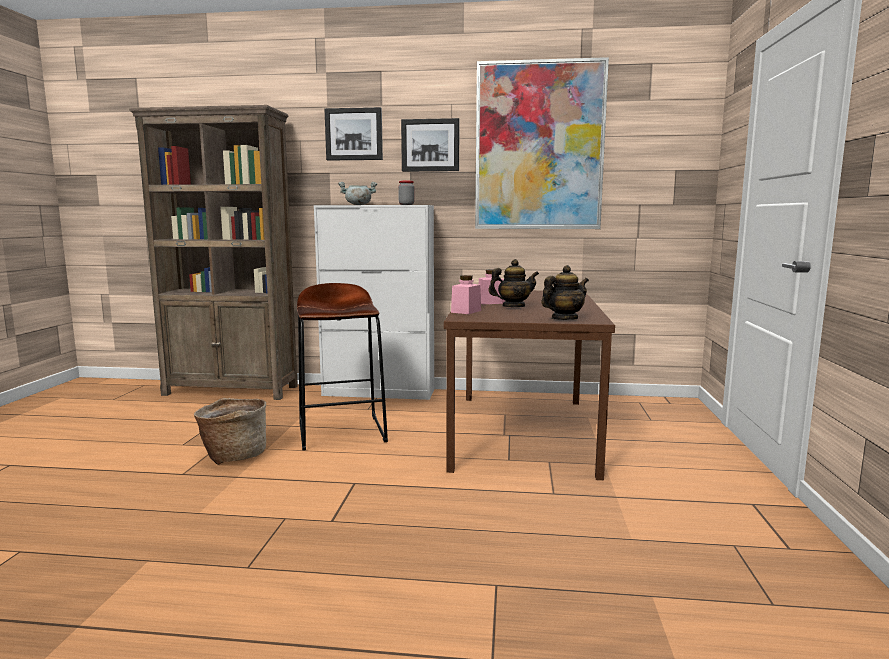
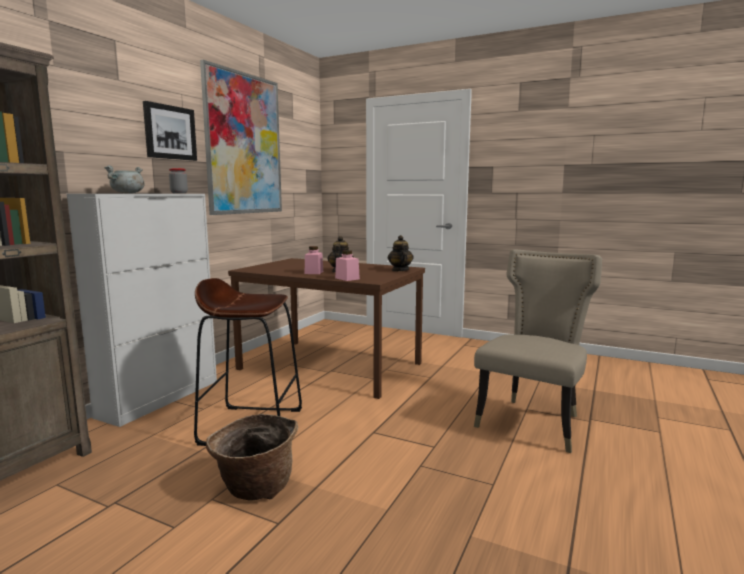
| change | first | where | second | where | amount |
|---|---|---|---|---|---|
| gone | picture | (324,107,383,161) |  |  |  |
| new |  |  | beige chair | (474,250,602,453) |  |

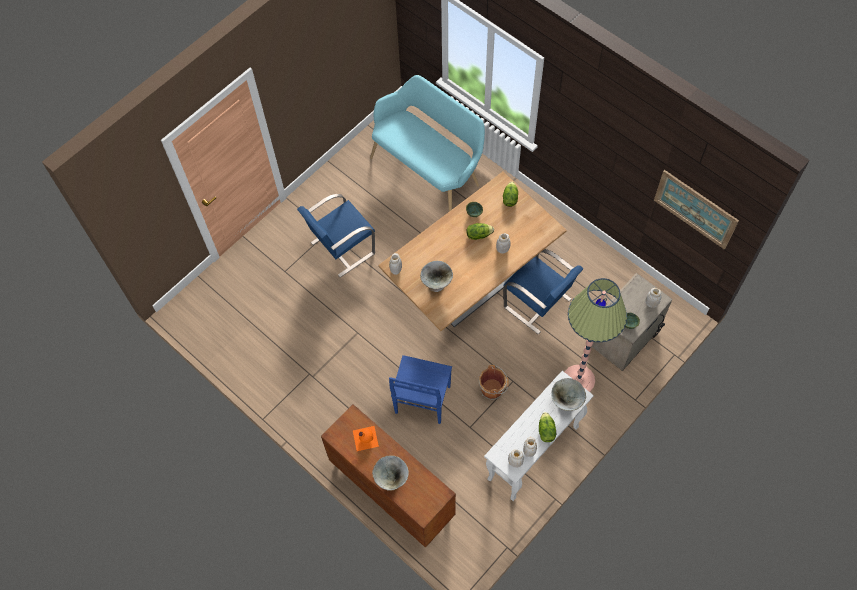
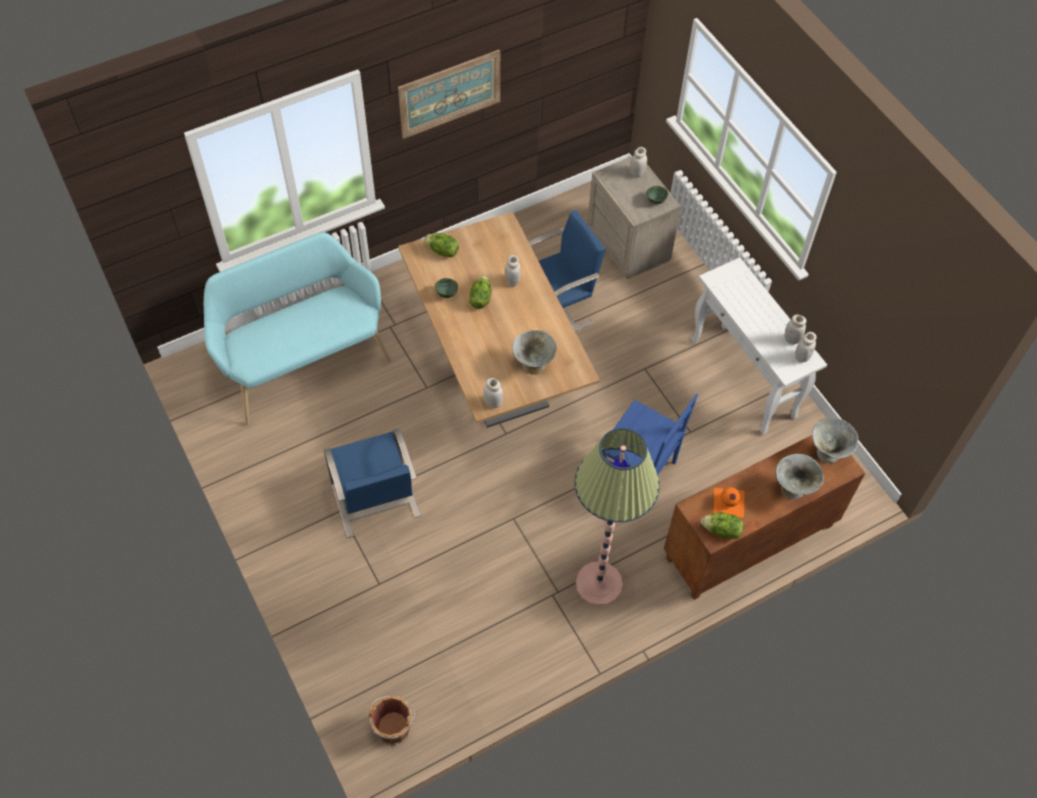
| change | first | where | second | where | amount |
|---|---|---|---|---|---|
| shifted | brown bucket | (479,365,509,400) |  | (369,695,415,745) |  |
| shifted | lettuce | (539,412,556,442) |  | (701,513,743,539) |  |
| shifted | grey bowl | (551,378,586,411) |  | (812,418,858,463) |  |
| shifted | floor lamp | (565,278,627,392) |  | (575,428,660,605) |  |
| shifted | picture | (654,170,739,250) |  | (398,50,500,139) |  |

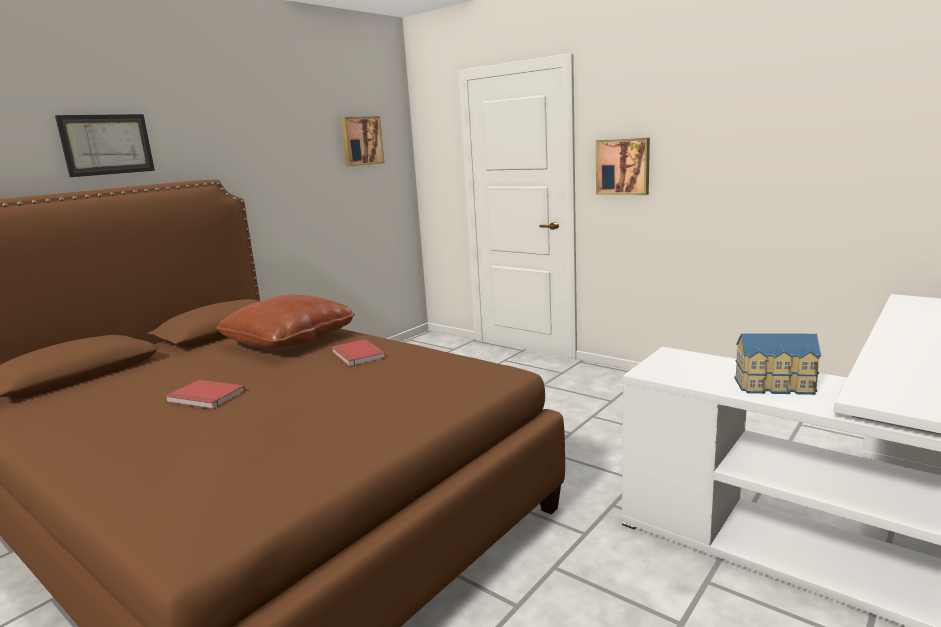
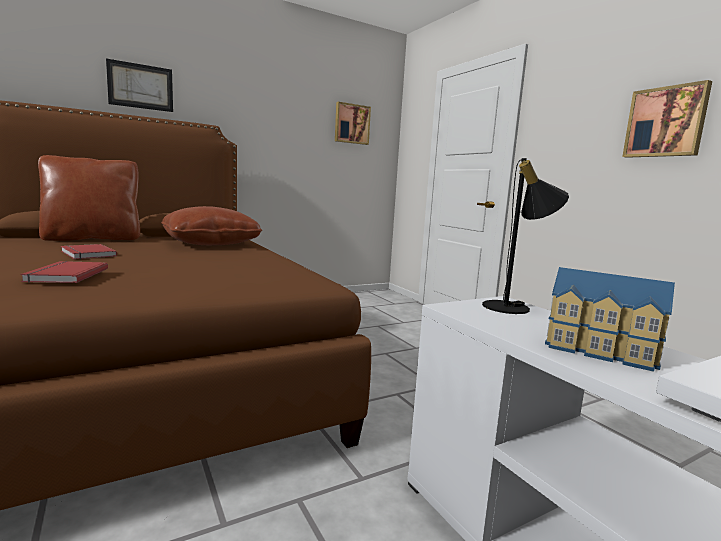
| change | first | where | second | where | amount |
|---|---|---|---|---|---|
| shifted | red book | (332,339,386,367) |  | (20,261,108,283) |  |
| shifted | picture | (596,138,650,195) |  | (622,80,712,158) |  |
| new |  |  | brown pillow | (38,155,140,241) |  |
| new |  |  | black table lamp | (482,158,569,314) |  |

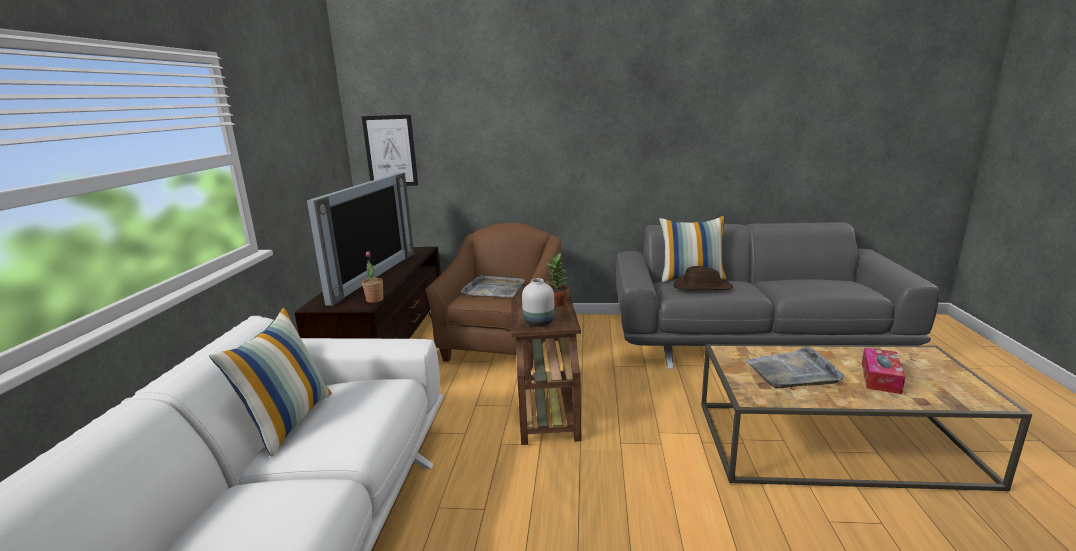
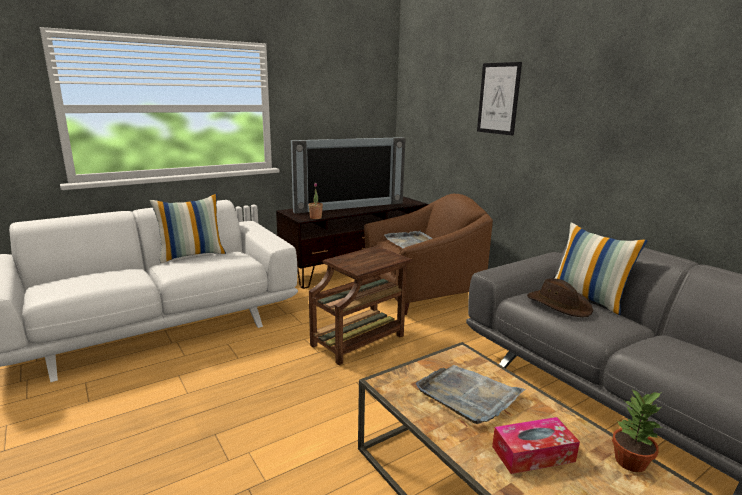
| change | first | where | second | where | amount |
|---|---|---|---|---|---|
| shifted | picture | (362,115,418,186) |  | (477,62,522,136) |  |
| gone | white vase | (522,278,555,327) |  |  |  |
| shifted | potted plant | (544,252,569,306) |  | (612,389,663,473) |  |

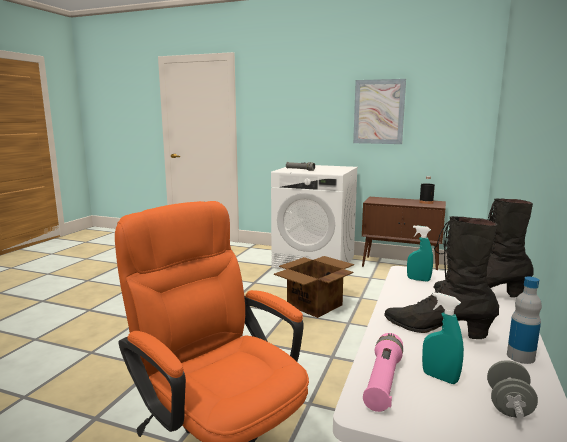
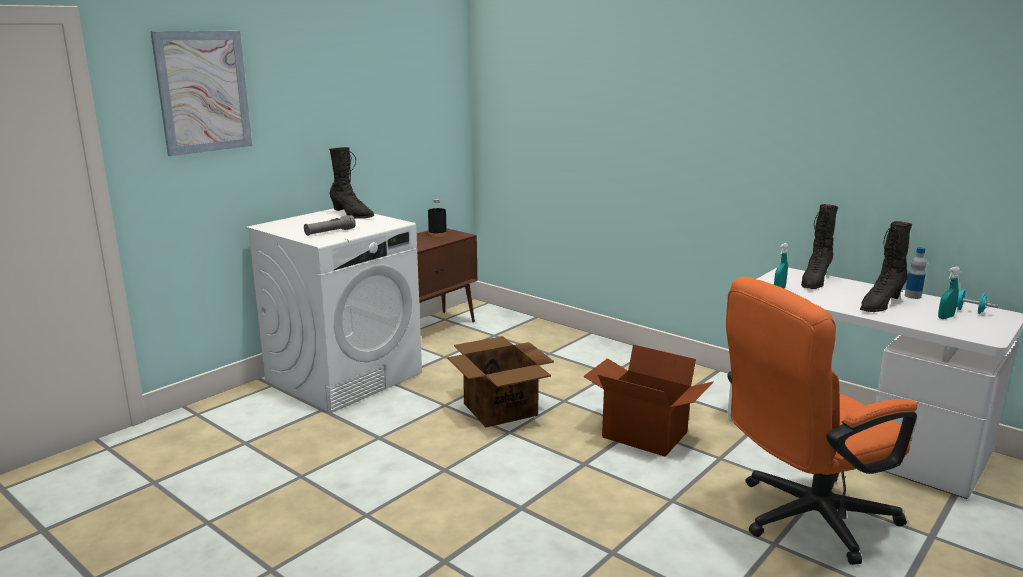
| change | first | where | second | where | amount |
|---|---|---|---|---|---|
| shifted | picture | (353,79,406,144) |  | (150,31,252,156) |  |
| gone | pink flashlight | (363,333,403,412) |  |  |  |
| repainted | grey dumbbell | (487,360,538,419) | turquoise dumbbell | (956,290,998,314) |  |
| new |  |  | black boot | (329,147,374,219) |  |
| new |  |  | cardboard box | (583,345,714,457) |  |

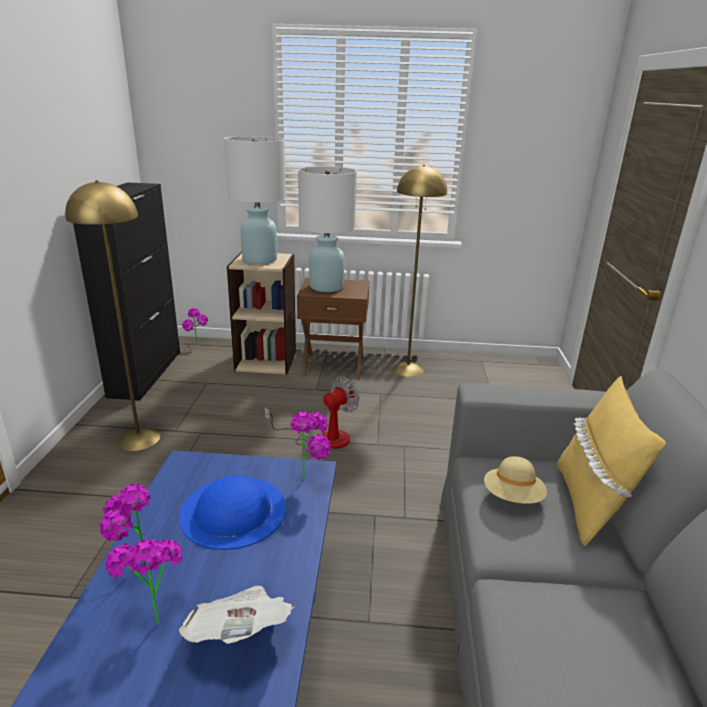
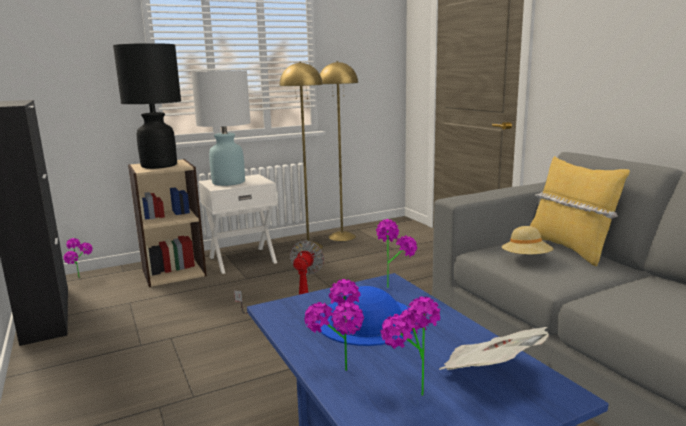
| change | first | where | second | where | amount |
|---|---|---|---|---|---|
| shifted | yellow floor lamp | (65,180,160,451) |  | (320,61,358,241) |  |
| repainted | white table lamp | (224,136,286,264) | black table lamp | (113,43,181,169) |  |
| repainted | brown nightstand | (297,278,370,380) | white nightstand | (198,174,277,274) |  |

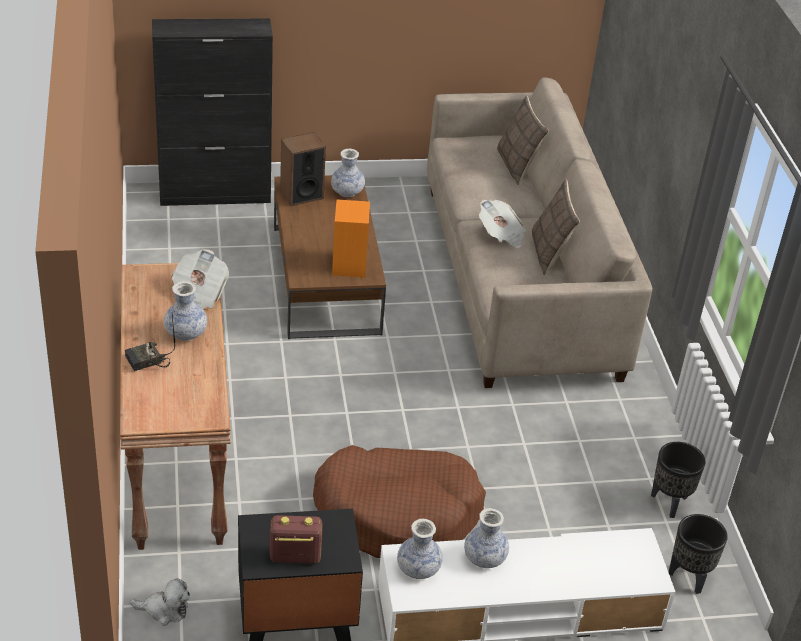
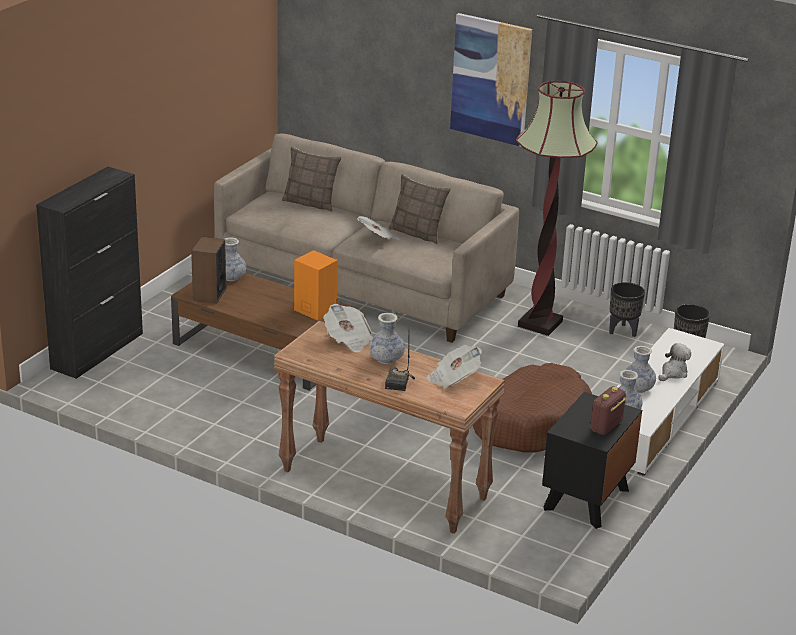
| change | first | where | second | where | amount |
|---|---|---|---|---|---|
| shifted | plush toy | (130,578,190,626) |  | (658,343,691,381) |  |
| new |  |  | newspaper | (427,345,482,389) |  |
| new |  |  | picture | (450,13,532,147) |  |
| new |  |  | floor lamp | (516,81,597,336) |  |

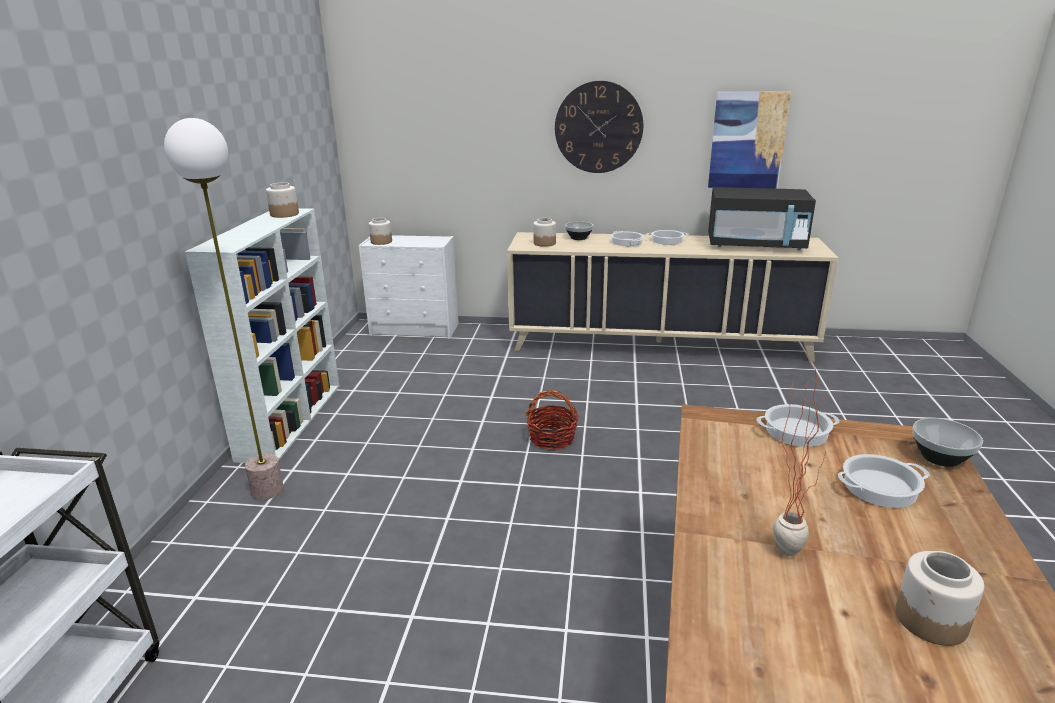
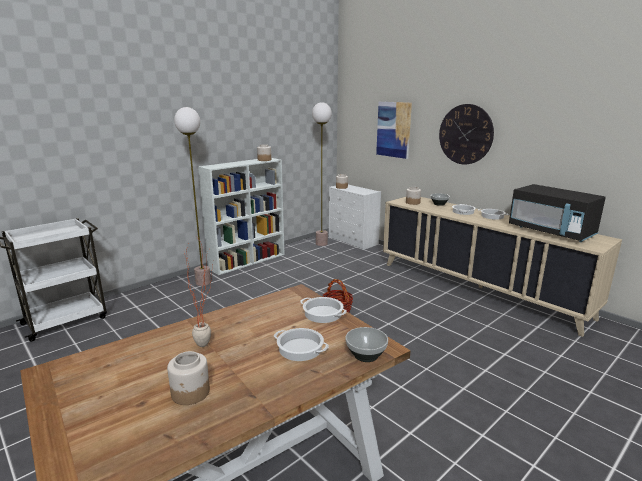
| change | first | where | second | where | amount |
|---|---|---|---|---|---|
| shifted | picture | (708,91,791,189) |  | (376,102,412,159) |  |
| new |  |  | floor lamp | (312,102,332,246) |  |

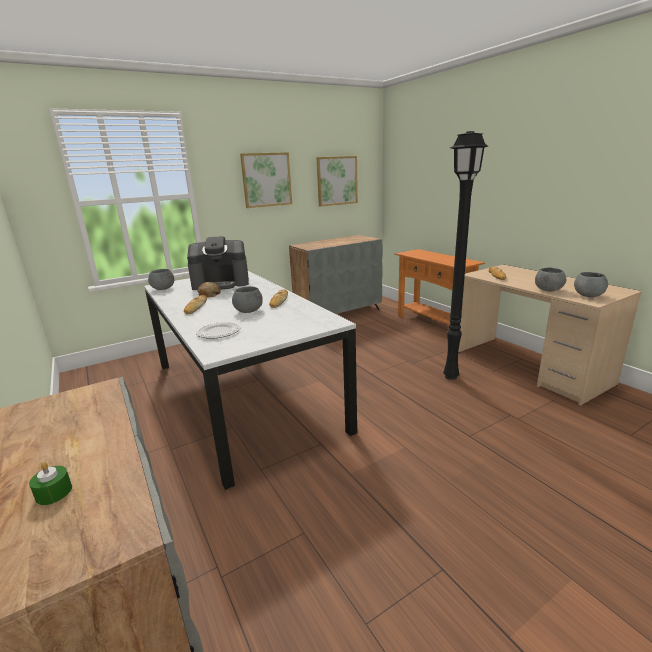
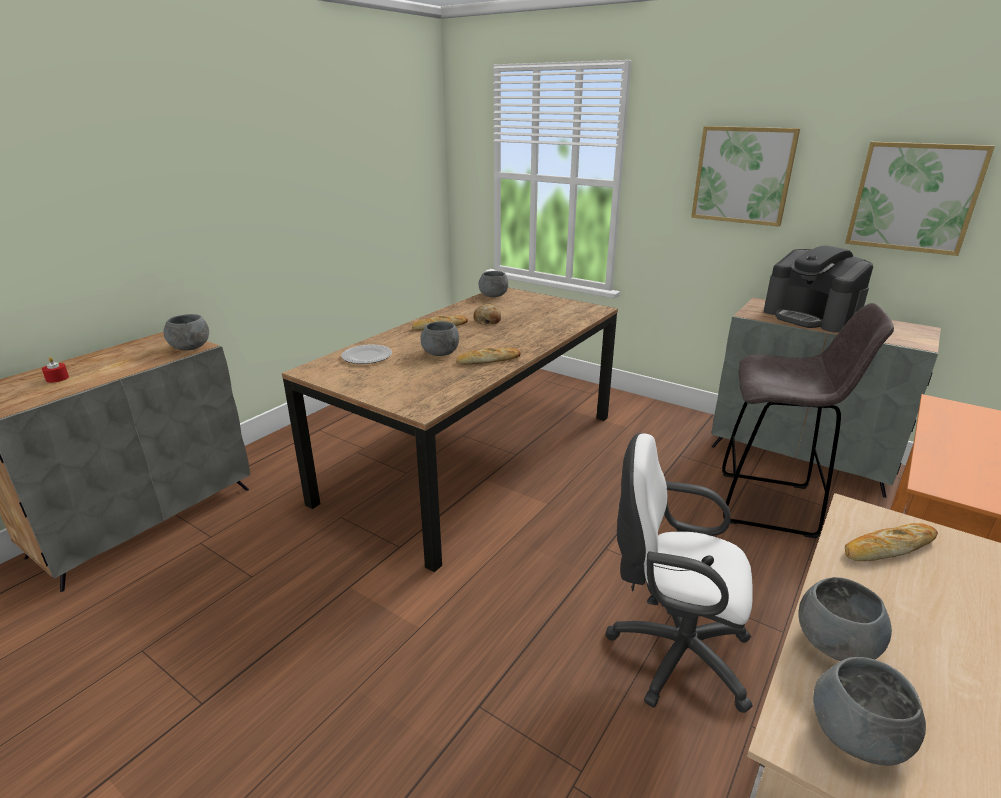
| change | first | where | second | where | amount |
|---|---|---|---|---|---|
| repainted | green candle | (29,462,72,505) | red candle | (42,357,69,383) |  |
| repainted | white dining table | (144,271,357,490) | brown dining table | (282,288,618,573) |  |
| shifted | coffee machine | (187,236,249,290) |  | (764,246,873,333) |  |
| swapped | black floor lamp | (443,131,488,380) | white office chair | (605,433,753,713) |  |
| new |  |  | grey bowl | (164,314,209,350) |  |
| new |  |  | grey stool | (722,303,894,538) |  |

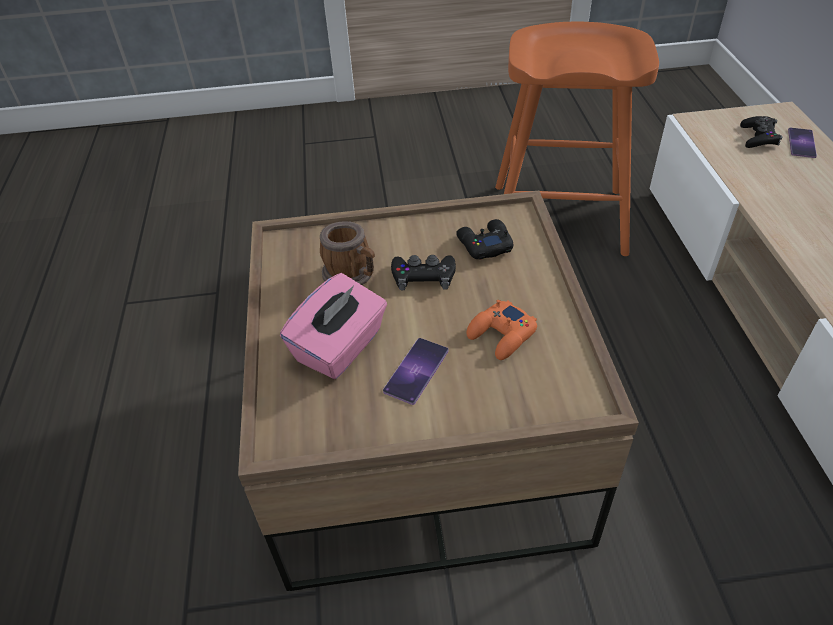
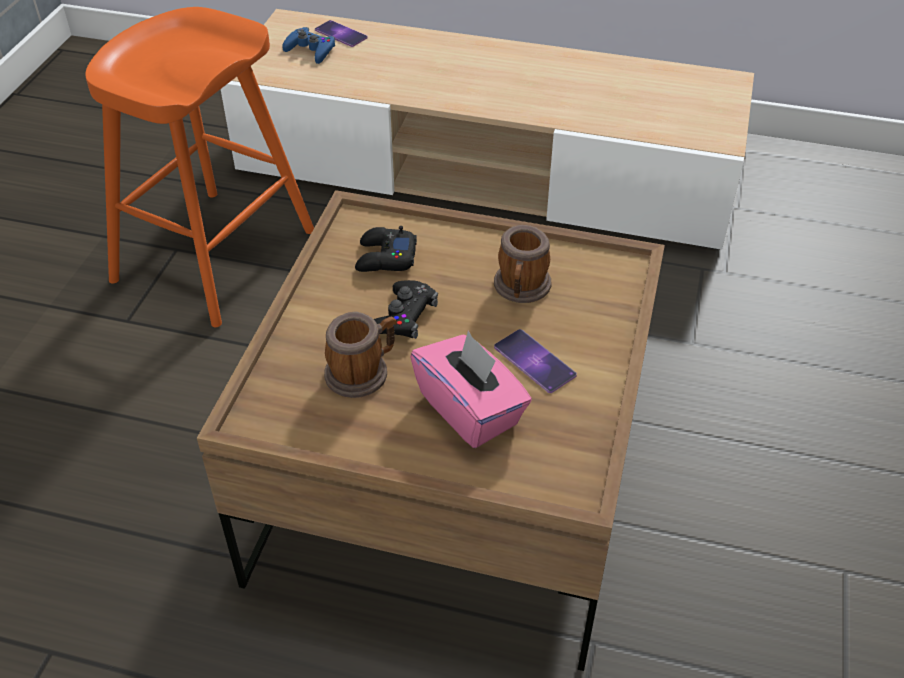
| change | first | where | second | where | amount |
|---|---|---|---|---|---|
| swapped | orange game controller | (466,300,537,360) | mug | (494,225,552,303) |  |
| repainted | black game controller | (740,116,782,148) | blue game controller | (282,27,335,64) |  |

